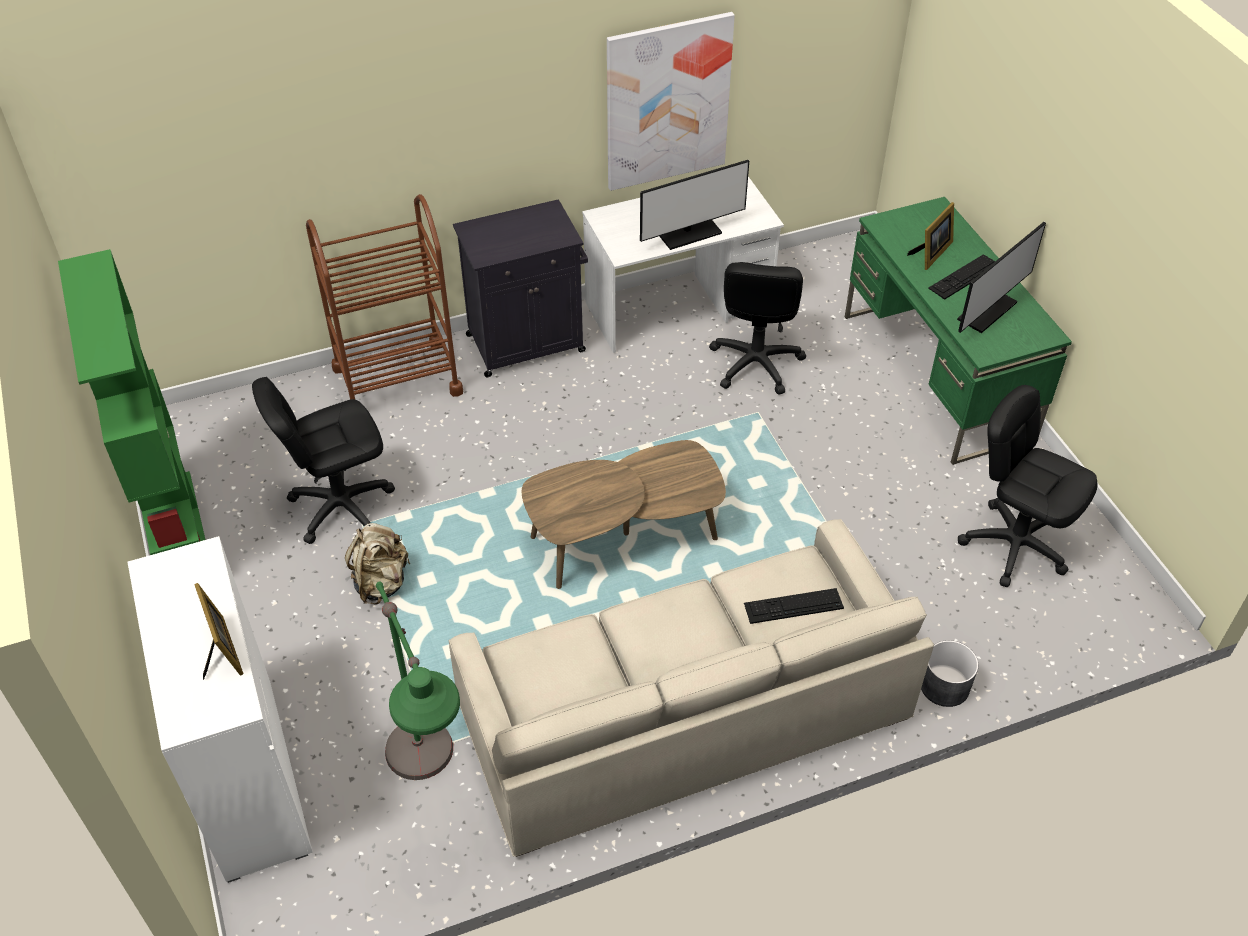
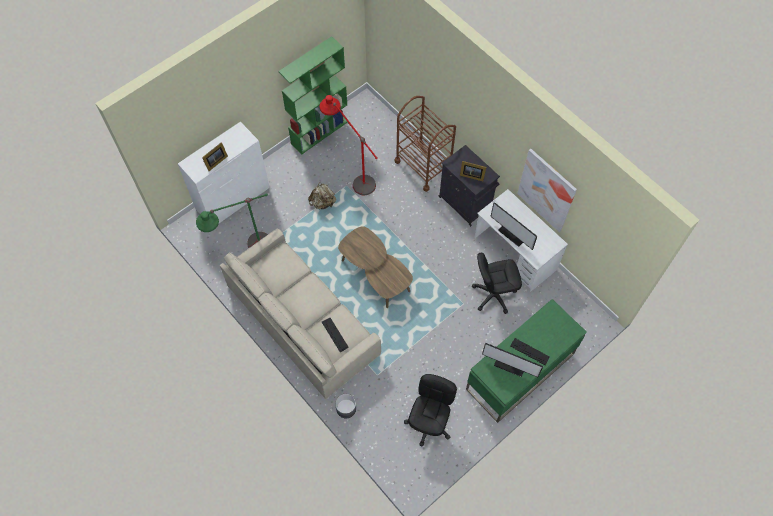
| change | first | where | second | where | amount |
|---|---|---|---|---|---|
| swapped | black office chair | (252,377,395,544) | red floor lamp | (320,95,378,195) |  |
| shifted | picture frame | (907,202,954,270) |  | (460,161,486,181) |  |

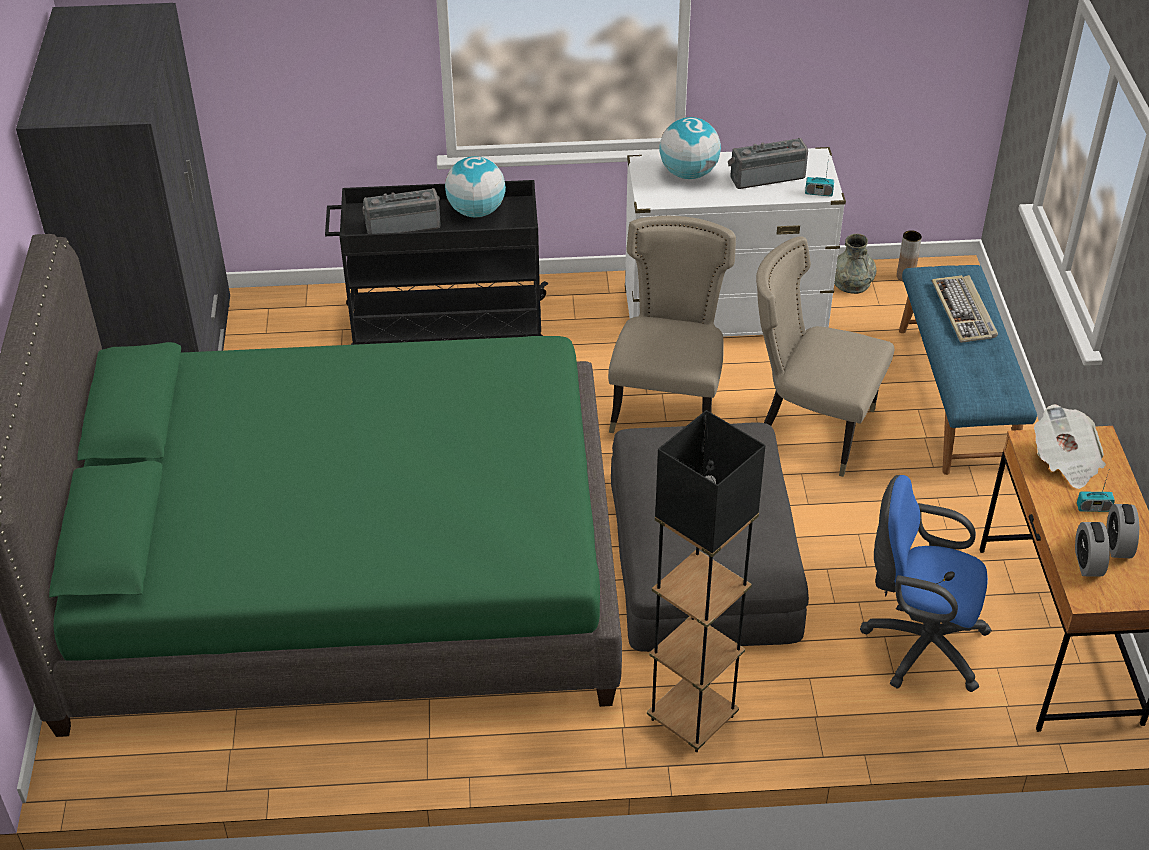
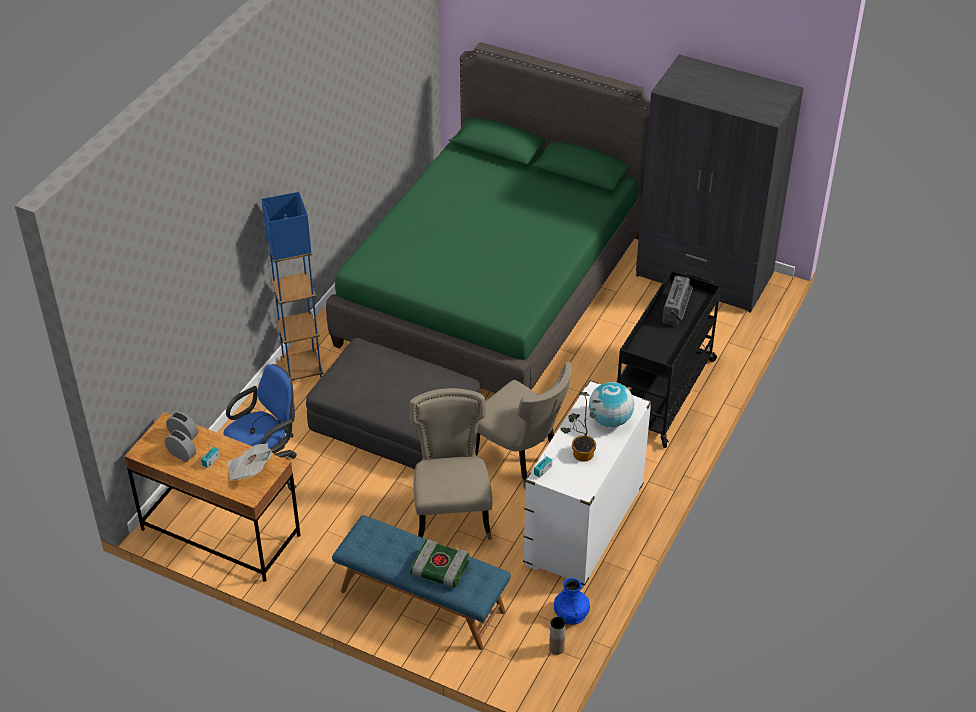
| change | first | where | second | where | amount |
|---|---|---|---|---|---|
| gone | globe | (445,156,506,218) |  |  |  |
| repainted | black floor lamp | (647,410,766,752) | blue floor lamp | (261,192,324,381) |  |
| swapped | radio | (728,138,808,189) | potted plant | (561,392,601,462) |  |
| rotated | beige chair | (756,236,894,477) |  | (409,388,492,540) | 60 degrees counterclockwise |
| repainted | grey vase | (834,234,876,294) | blue vase | (554,578,590,625) |  |
| swapped | keyboard | (932,275,998,343) | book | (410,539,470,588) |  |

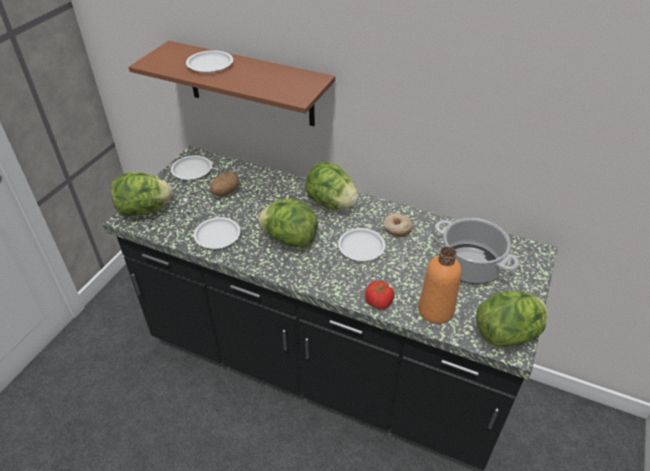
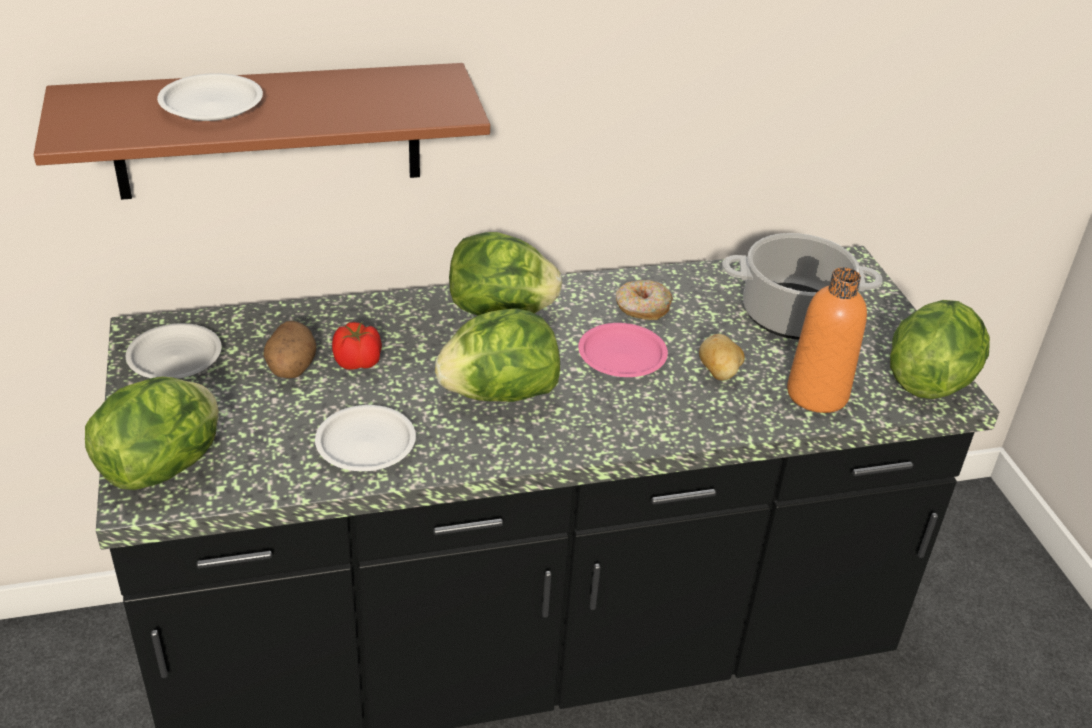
| change | first | where | second | where | amount |
|---|---|---|---|---|---|
| repainted | white plate | (338,228,386,261) | pink plate | (578,323,668,377) |  |
| shifted | tomato | (365,281,394,310) |  | (332,322,382,370) |  |
| new |  |  | potato | (699,334,745,380) |  |

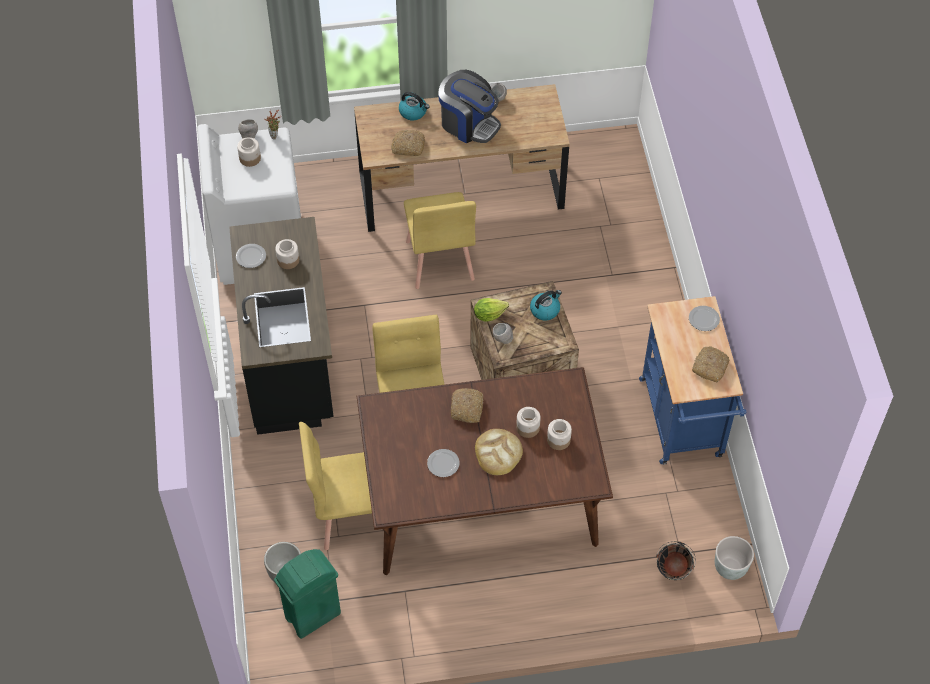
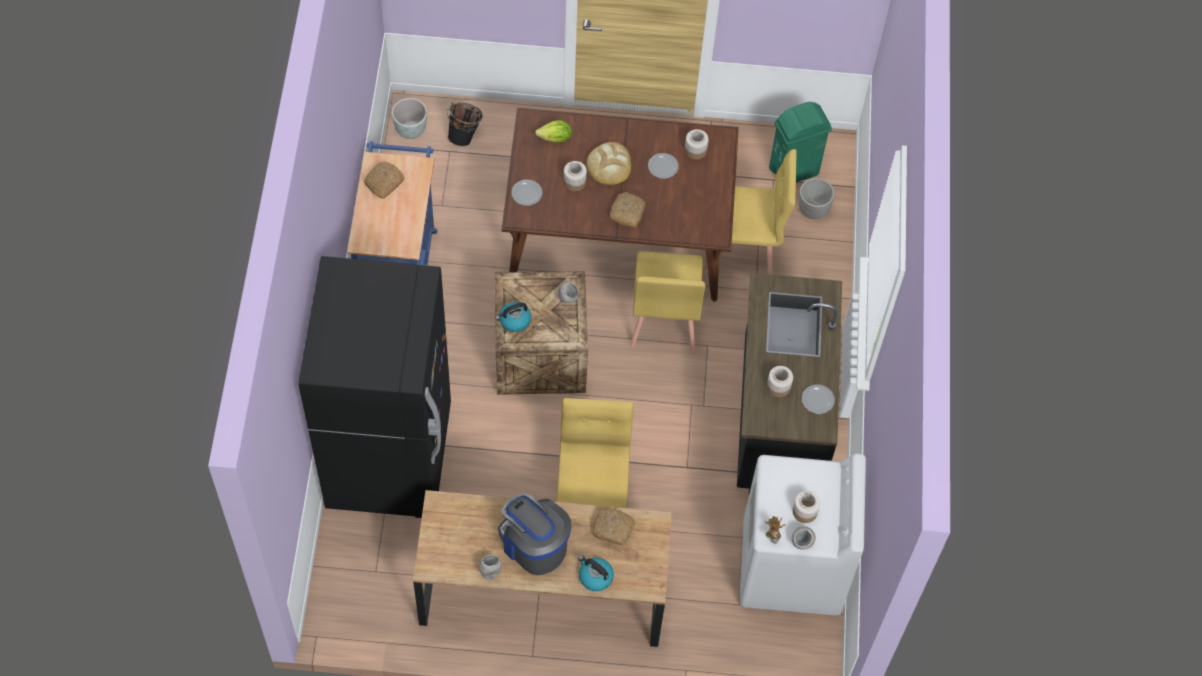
| change | first | where | second | where | amount |
|---|---|---|---|---|---|
| shifted | lettuce | (474,298,509,321) |  | (535,120,572,143) |  |
| shifted | jar | (547,419,572,450) |  | (685,129,709,160) |  |
| shifted | plate | (689,306,720,331) |  | (511,180,543,206) |  |
| new |  |  | black fridge | (298,256,451,518) |  |

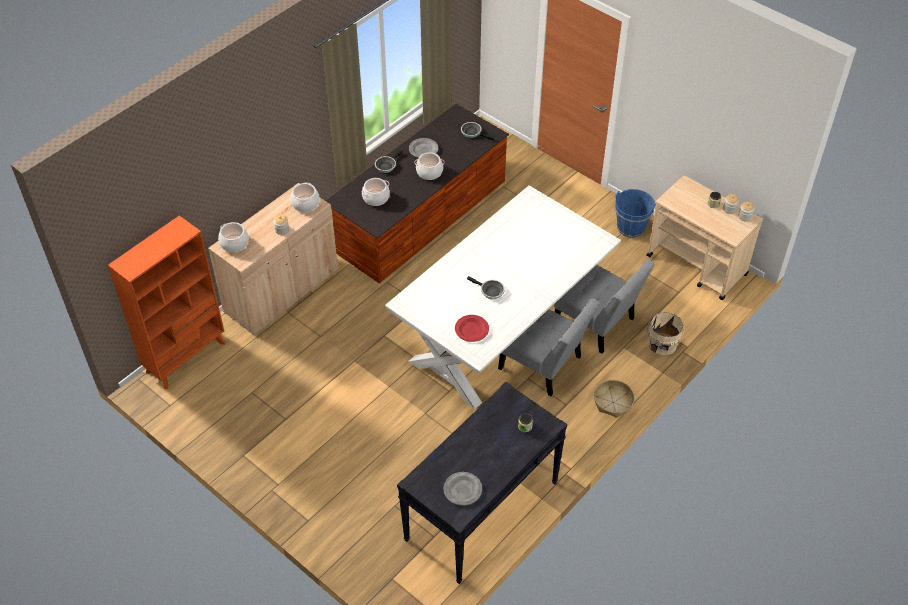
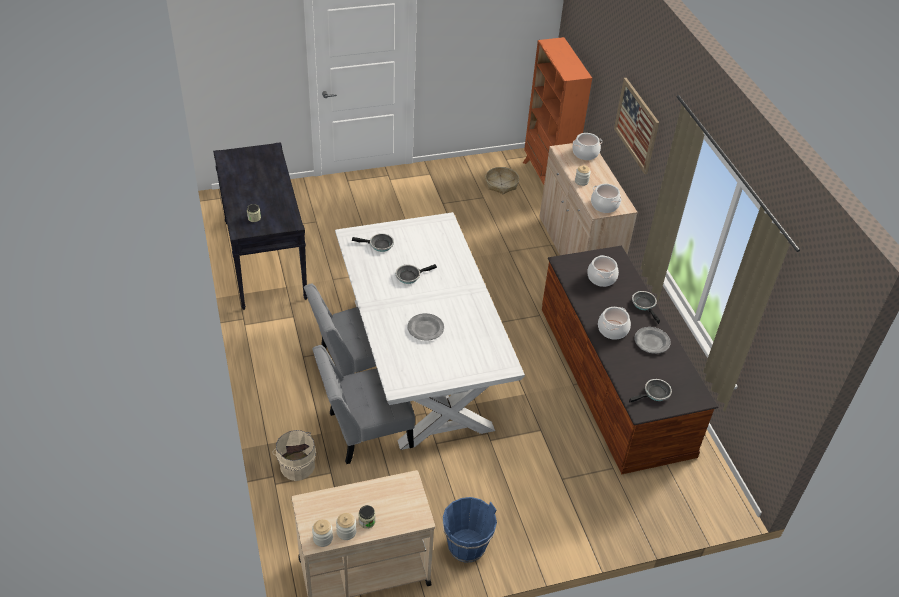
| change | first | where | second | where | amount |
|---|---|---|---|---|---|
| shifted | grey plate | (444,472,482,506) |  | (407,313,444,341) |  |
| swapped | red plate | (455,315,489,342) | frying pan | (352,233,394,252) |  |
| shifted | basket | (594,380,635,418) |  | (485,167,519,194) |  |
| new |  |  | picture | (614,78,659,174) |  |

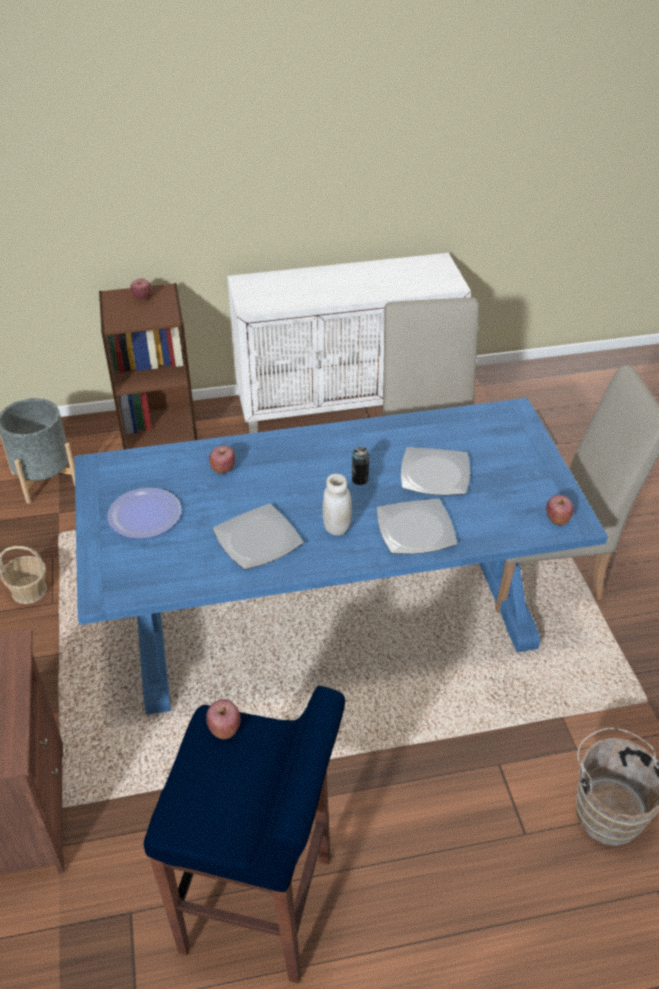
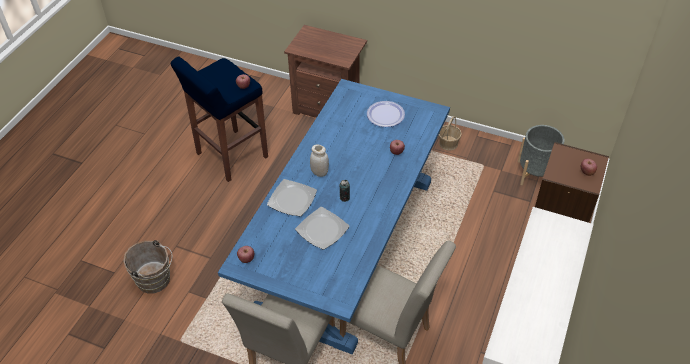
| change | first | where | second | where | amount |
|---|---|---|---|---|---|
| gone | plate | (213,504,303,570) |  |  |  |

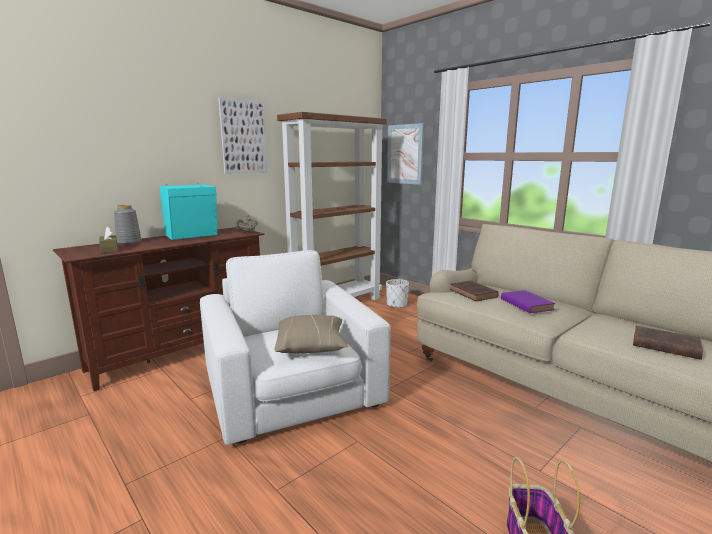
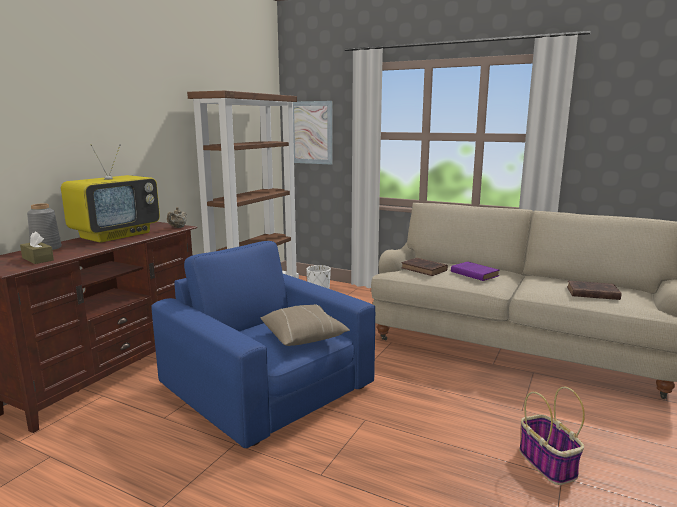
| change | first | where | second | where | amount |
|---|---|---|---|---|---|
| swapped | turquoise speaker | (160,183,218,240) | television | (61,144,160,243) |  |
| repainted | white armchair | (200,250,391,445) | blue armchair | (151,241,375,448) |  |
| gone | picture | (218,97,267,174) |  |  |  |

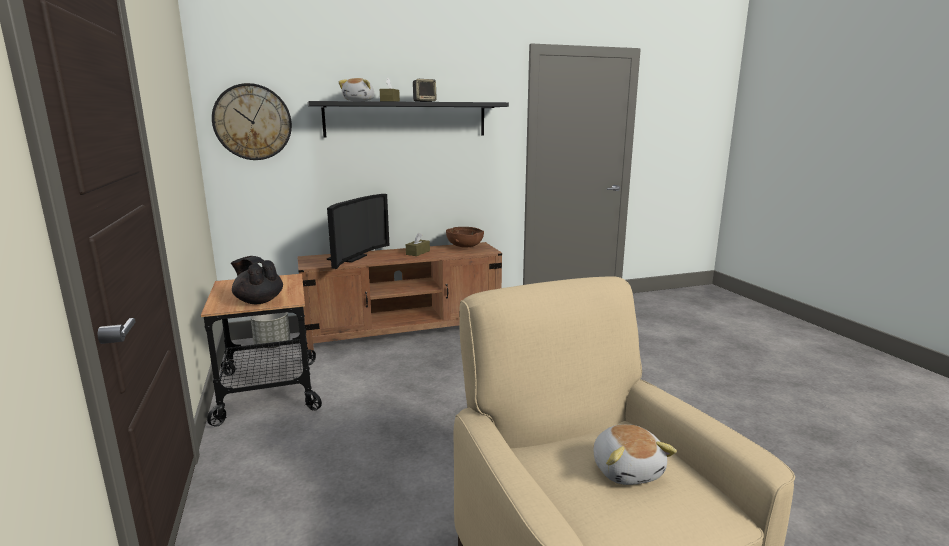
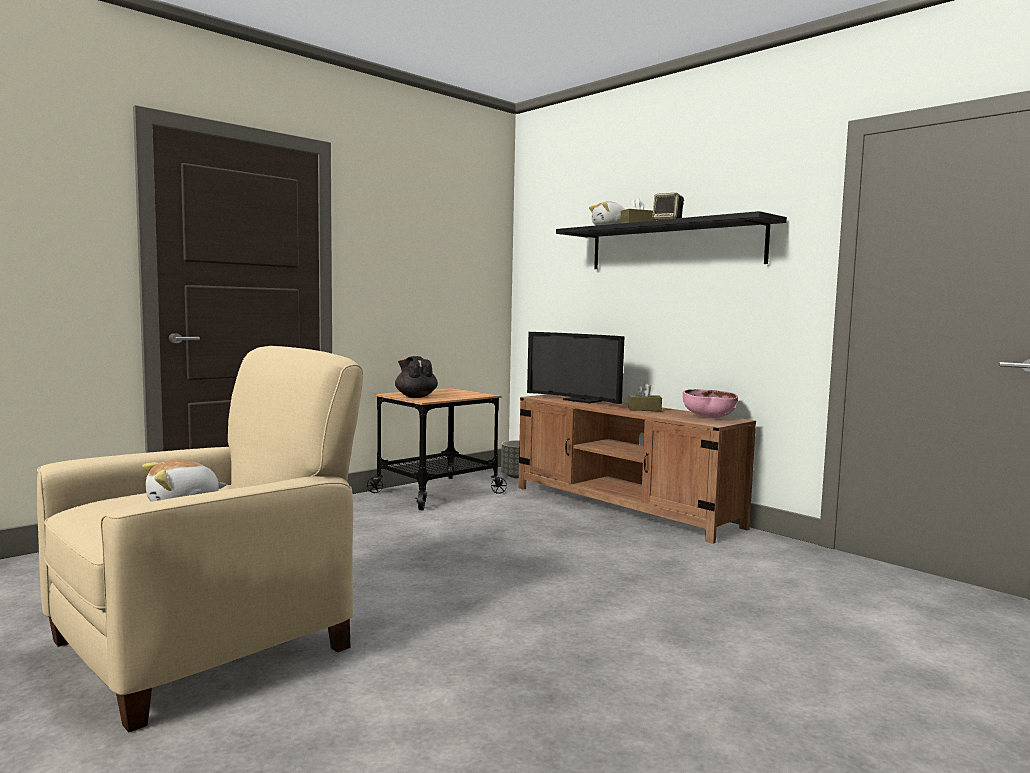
| change | first | where | second | where | amount |
|---|---|---|---|---|---|
| gone | wall clock | (212,83,292,160) |  |  |  |
| rotated | black teapot | (231,256,283,304) |  | (395,356,438,398) | 45 degrees counterclockwise |
| rotated | television | (327,194,389,269) |  | (527,332,624,404) | 45 degrees clockwise |
| repainted | brown bowl | (446,227,484,248) | pink bowl | (683,389,738,418) |  |

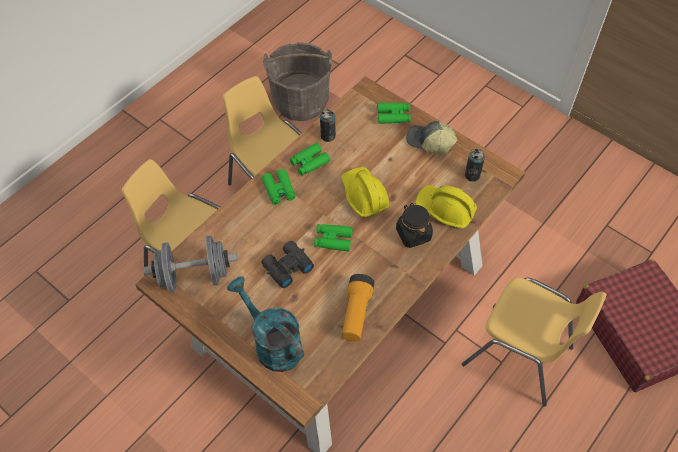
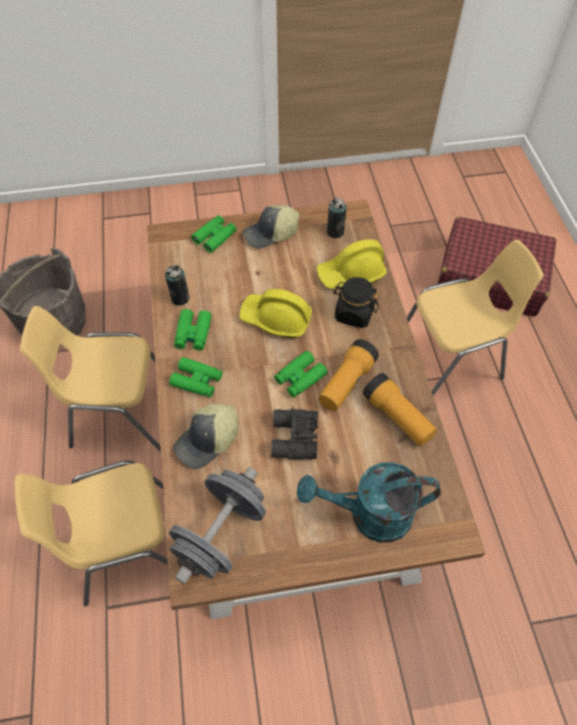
| change | first | where | second | where | amount |
|---|---|---|---|---|---|
| new |  |  | cap | (173,404,239,469) |  |
| new |  |  | flashlight | (319,339,379,411) |  |

